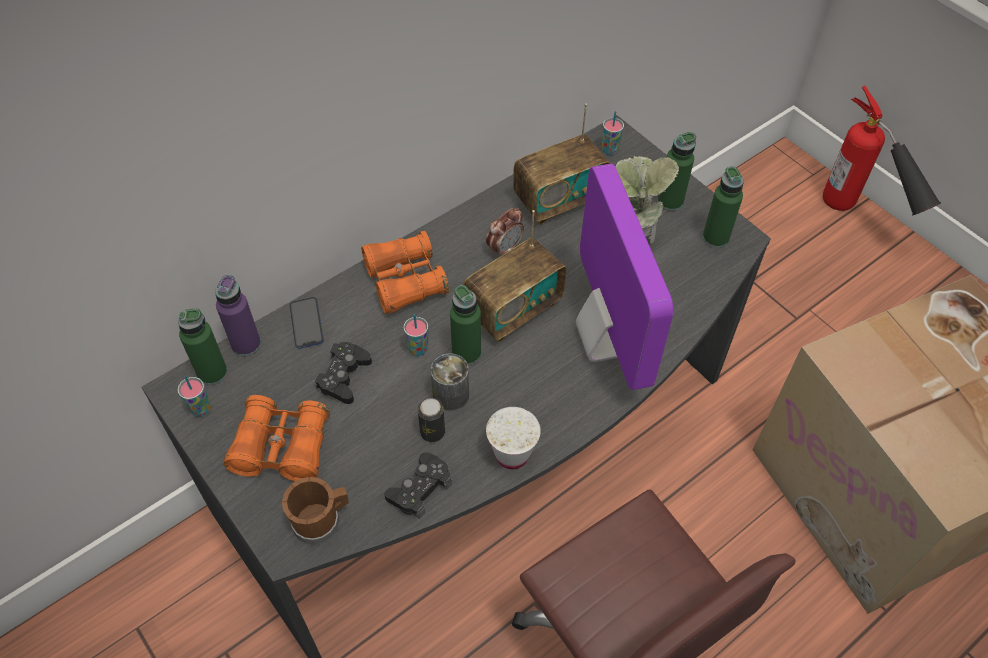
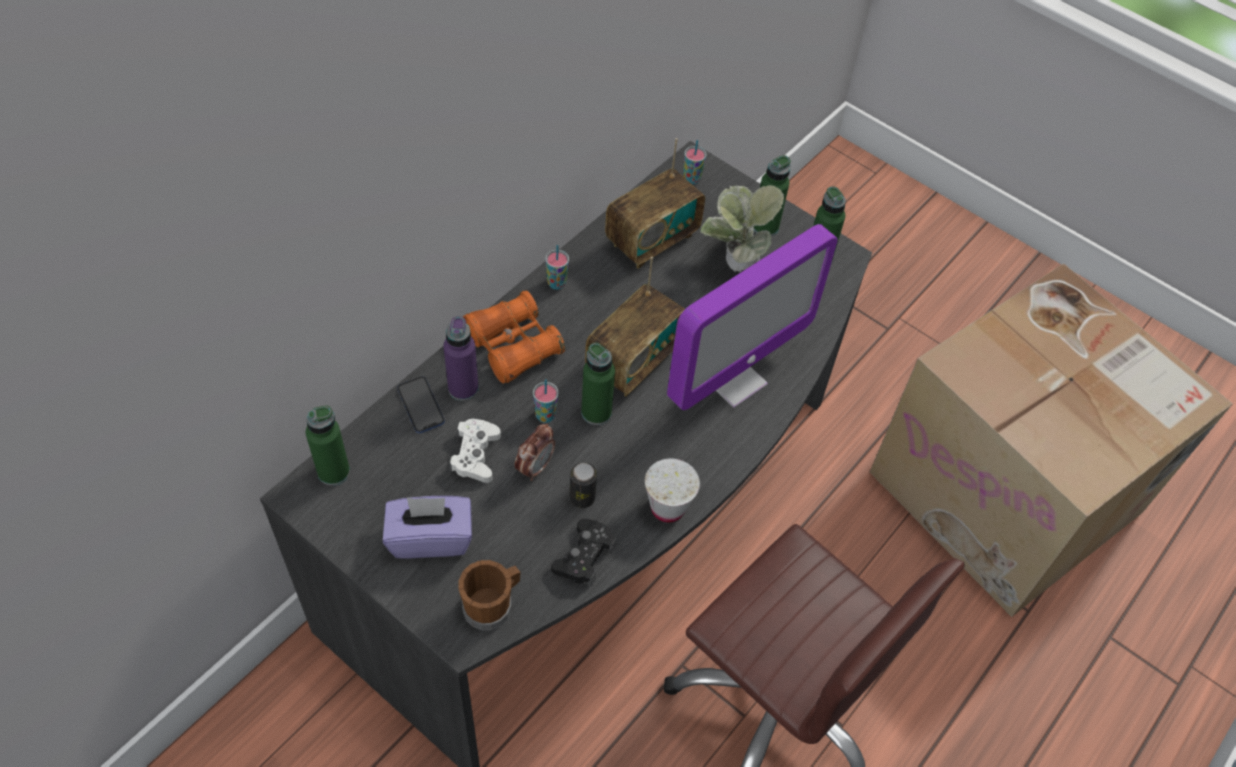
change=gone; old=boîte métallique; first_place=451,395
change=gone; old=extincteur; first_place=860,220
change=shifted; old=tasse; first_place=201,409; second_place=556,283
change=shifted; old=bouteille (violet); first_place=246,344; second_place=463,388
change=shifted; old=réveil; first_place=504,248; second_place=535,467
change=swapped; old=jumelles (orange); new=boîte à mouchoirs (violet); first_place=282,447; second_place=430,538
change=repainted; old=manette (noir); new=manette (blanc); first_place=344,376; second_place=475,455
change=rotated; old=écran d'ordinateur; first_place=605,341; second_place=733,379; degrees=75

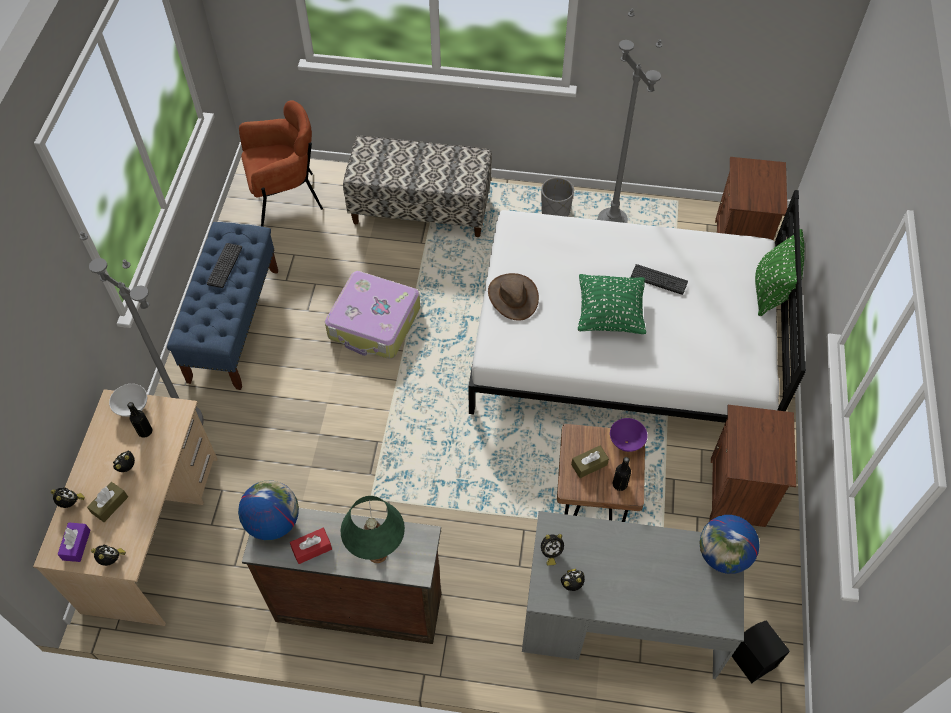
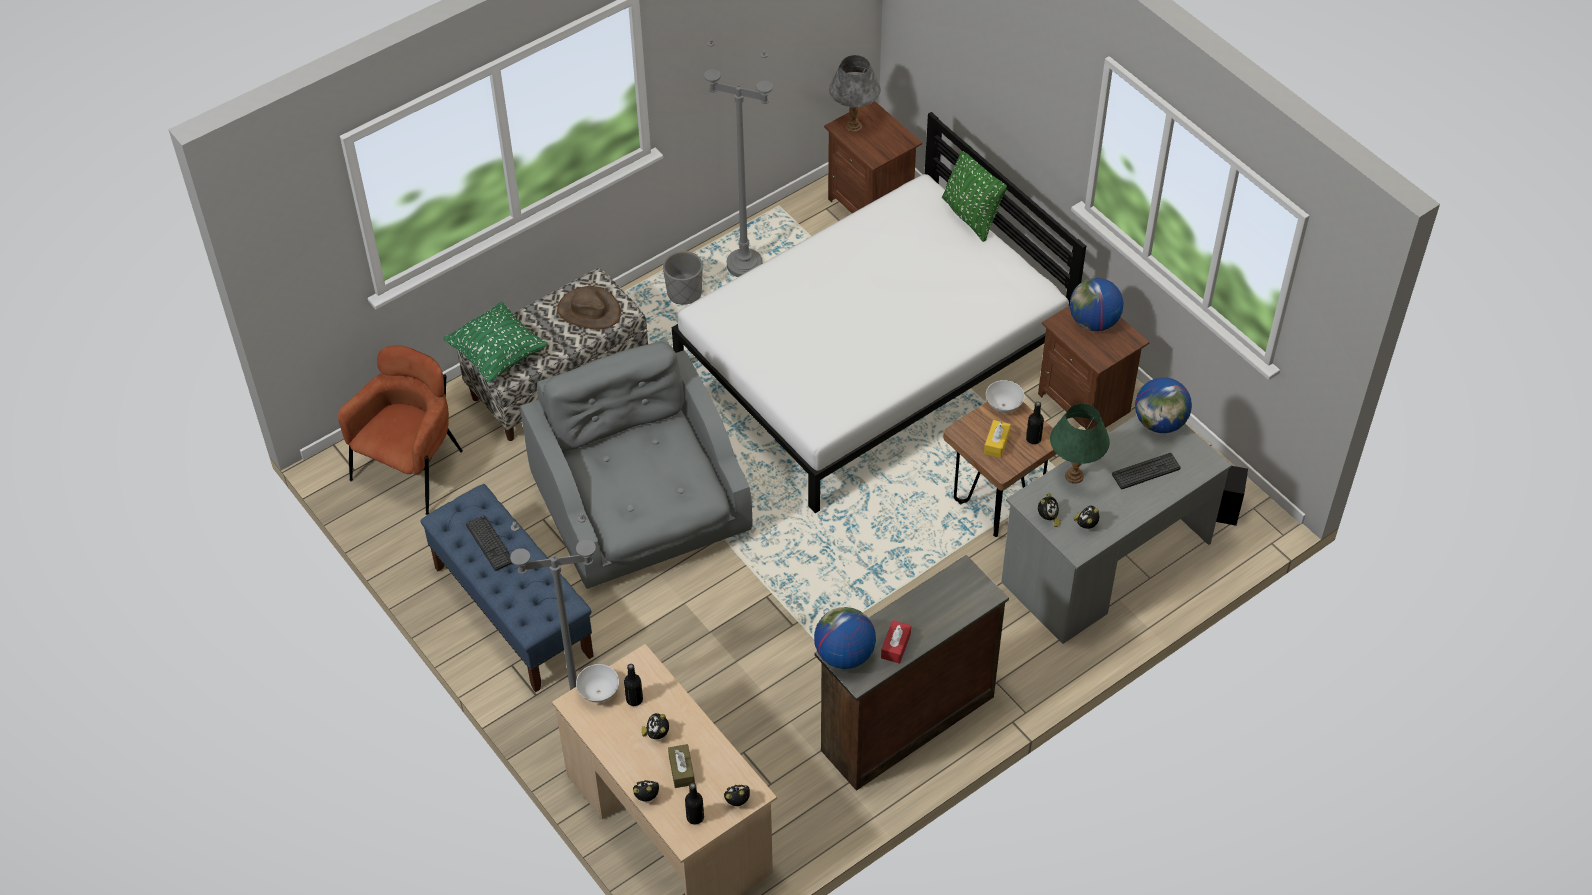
change=new; new=lampe de table (gris); second_place=853,126
change=new; new=globe; second_place=1093,322
change=shifted; old=lampe de table (vert); first_place=377,554; second_place=1074,476
change=shifted; old=chapeau (marron); first_place=513,297; second_place=588,311
change=shifted; old=coussin (vert); first_place=609,315; second_place=497,355
change=shifted; old=clavier; first_place=659,279; second_place=1146,471
change=swapped; old=boîte à mouchoirs (violet); new=bouteille (noir); first_place=76,545; second_place=695,817
change=swapped; old=valise; new=fauteuil (gris); first_place=374,323; second_place=642,508
change=repainted; old=boîte à mouchoirs (marron); new=boîte à mouchoirs (jaune); first_place=589,465; second_place=996,443
change=repainted; old=bol (violet); new=bol (blanc); first_place=626,443; second_place=1004,406

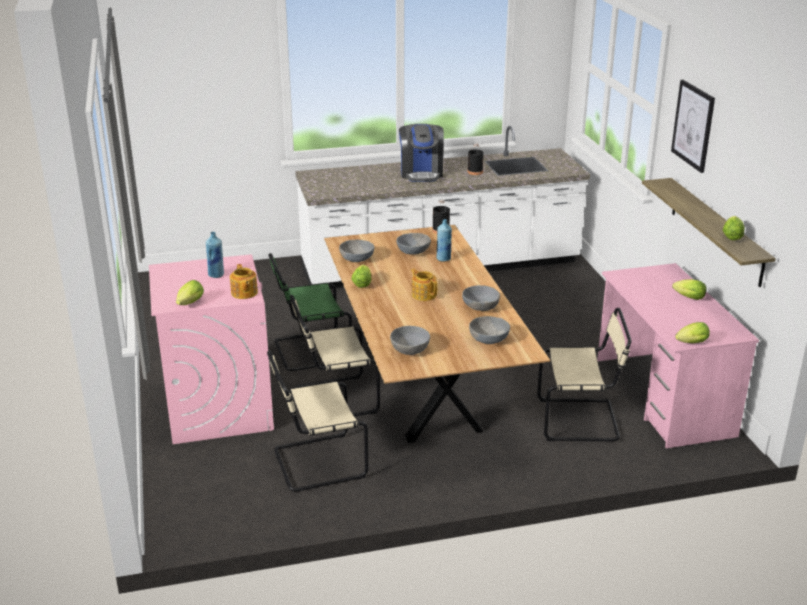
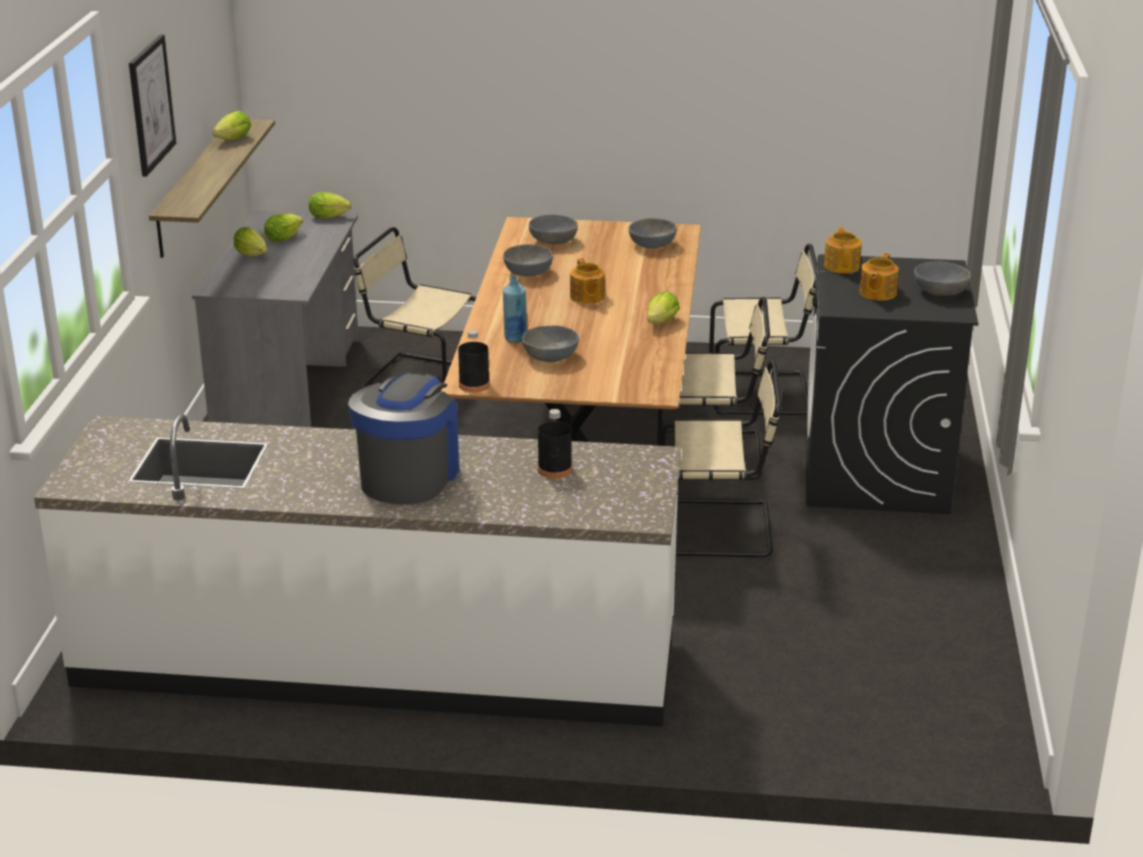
change=shifted; old=laitue; first_place=189,304; second_place=285,238
change=shifted; old=bol (gris); first_place=357,259; second_place=940,291
change=shifted; old=bouteille (noir); first_place=475,172; second_place=554,470
change=swapped; old=bouteille (bleu); new=théière; first_place=216,275; second_place=877,293
change=repainted; old=lave-linge (rose); new=lave-linge (noir); first_place=219,407; second_place=875,473
change=repainted; old=chaise (vert); new=chaise (beige); first_place=309,351; second_place=720,529
change=repainted; old=bureau (rose); new=bureau (gris); first_place=663,397; second_place=288,384

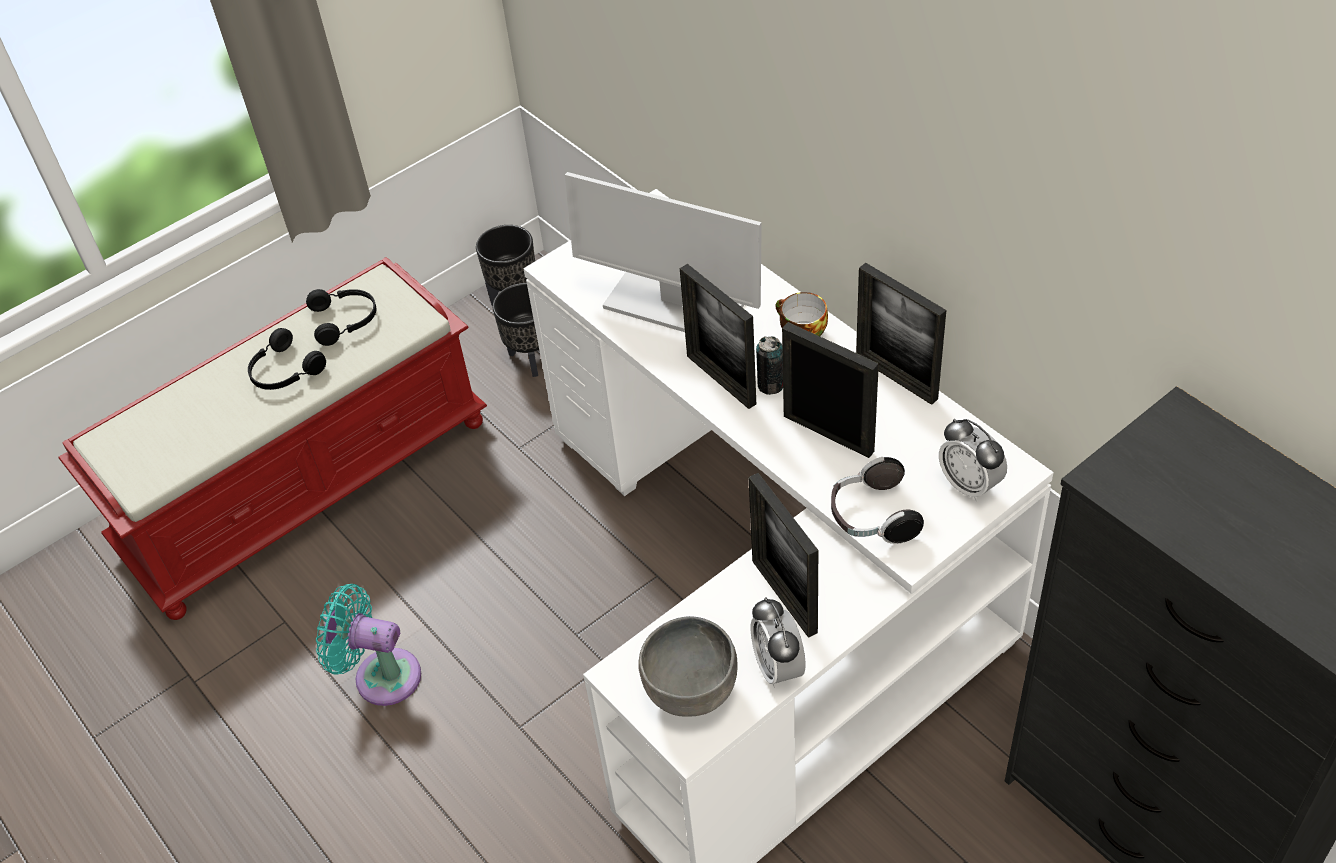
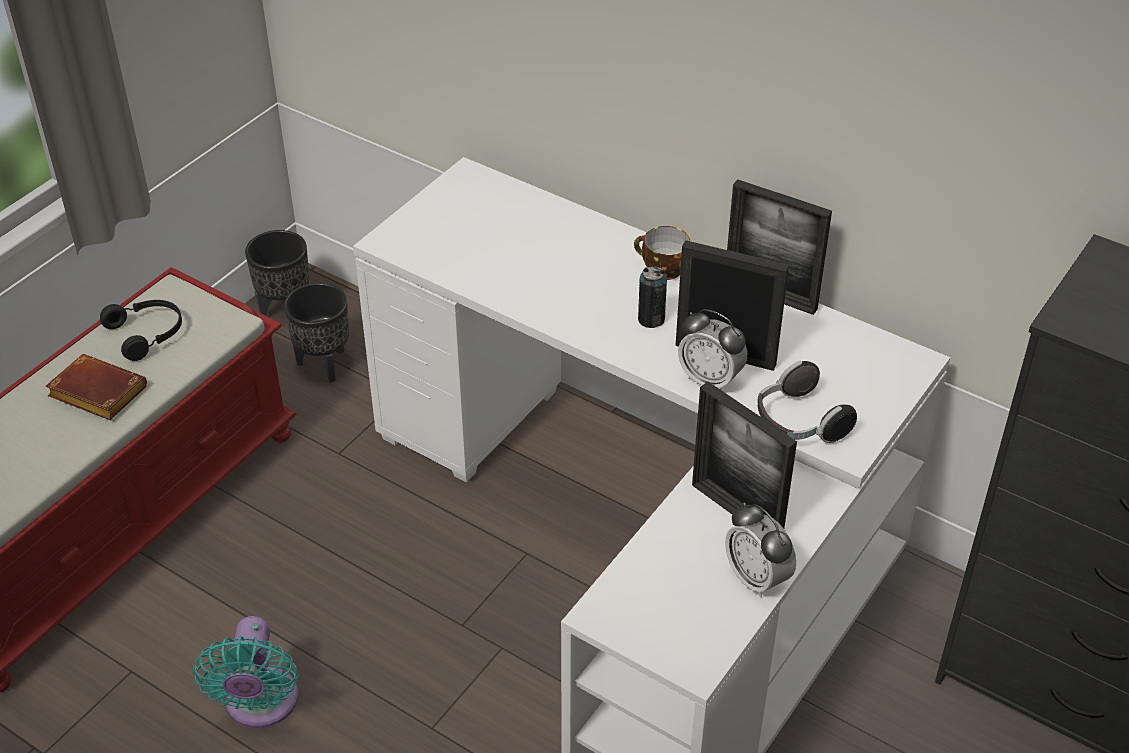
change=gone; old=écran d'ordinateur; first_place=673,305
change=gone; old=bol (gris); first_place=690,692
change=gone; old=cadre photo; first_place=721,380
change=shifted; old=réveil; first_place=969,484; second_place=710,380
change=swapped; old=casque audio (noir); new=livre (marron); first_place=284,372; second_place=95,394
change=rotated; old=ventilateur (turquoise); first_place=381,675; second_place=260,705; degrees=-90

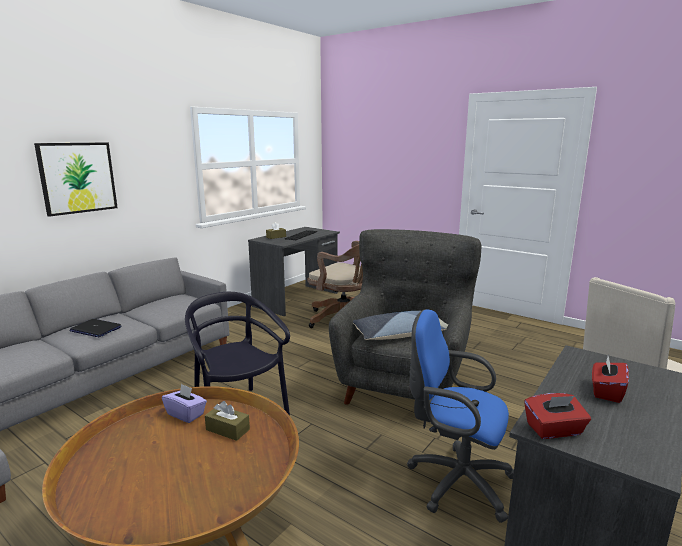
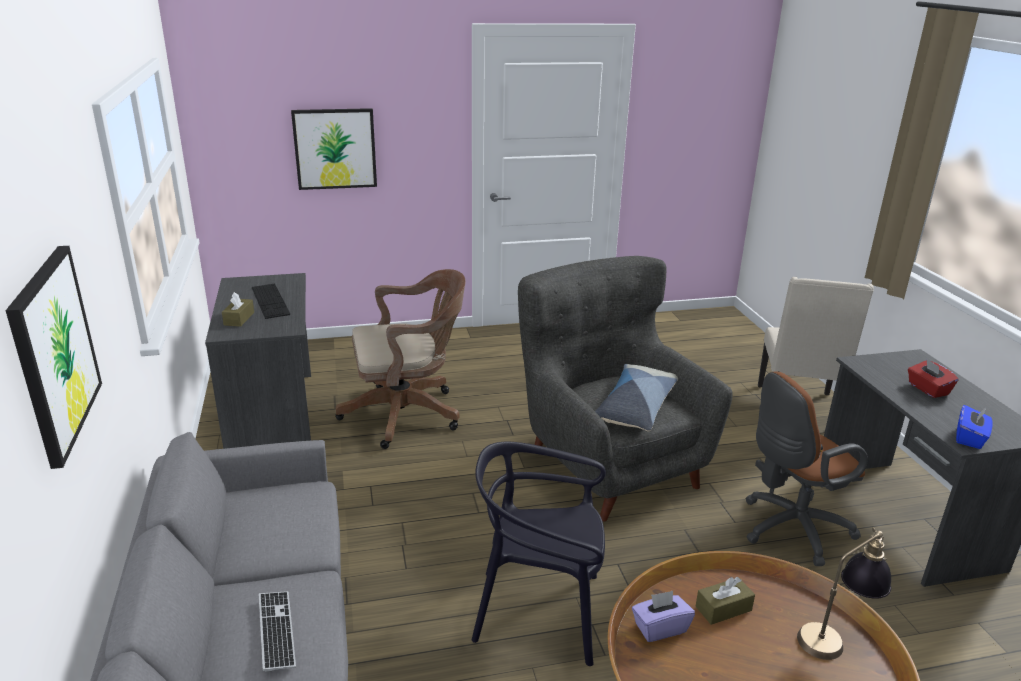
change=new; new=tableau; second_place=335,148
change=new; new=lampe de table; second_place=836,637
change=swapped; old=ordinateur portable; new=clavier; first_place=95,329; second_place=276,631
change=repainted; old=chaise de bureau (bleu); new=chaise de bureau (marron); first_place=454,480; second_place=790,529
change=repainted; old=boîte à mouchoirs (rouge); new=boîte à mouchoirs (bleu); first_place=554,430; second_place=970,438

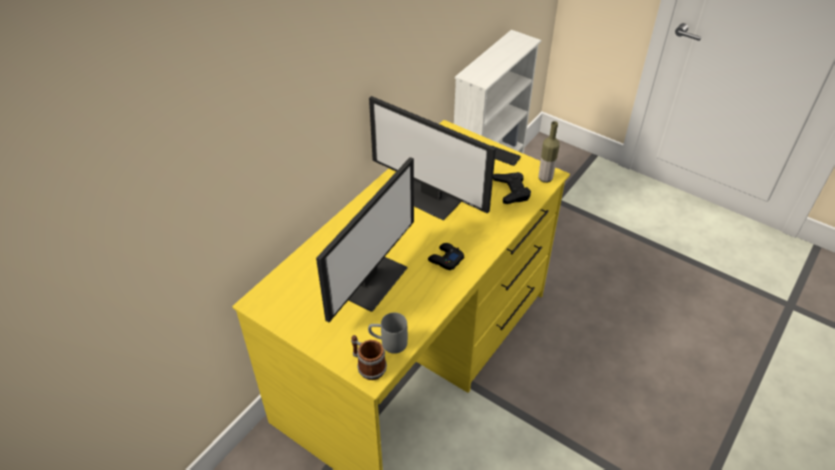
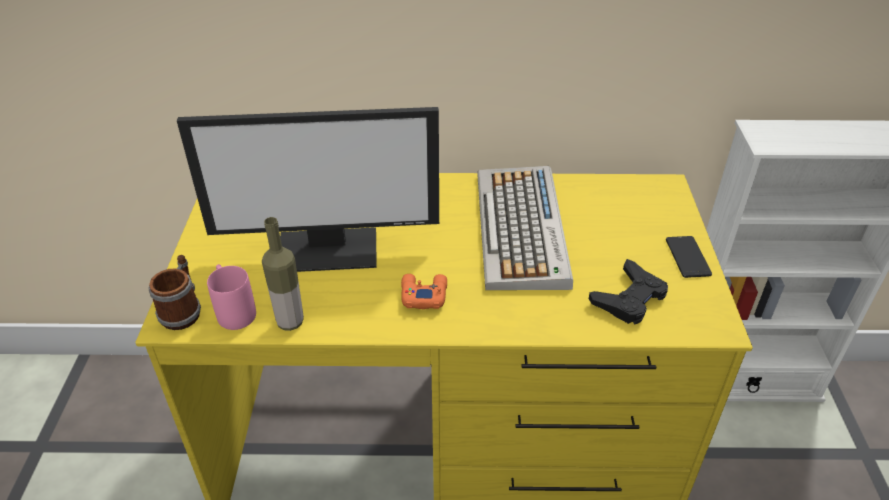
change=shifted; old=bouteille; first_place=545,178; second_place=290,322
change=swapped; old=écran d'ordinateur; new=clavier; first_place=430,197; second_place=522,229
change=repainted; old=mug (gris); new=mug (rose); first_place=388,343; second_place=234,310
change=repainted; old=manette (noir); new=manette (orange); first_place=445,259; second_place=423,295

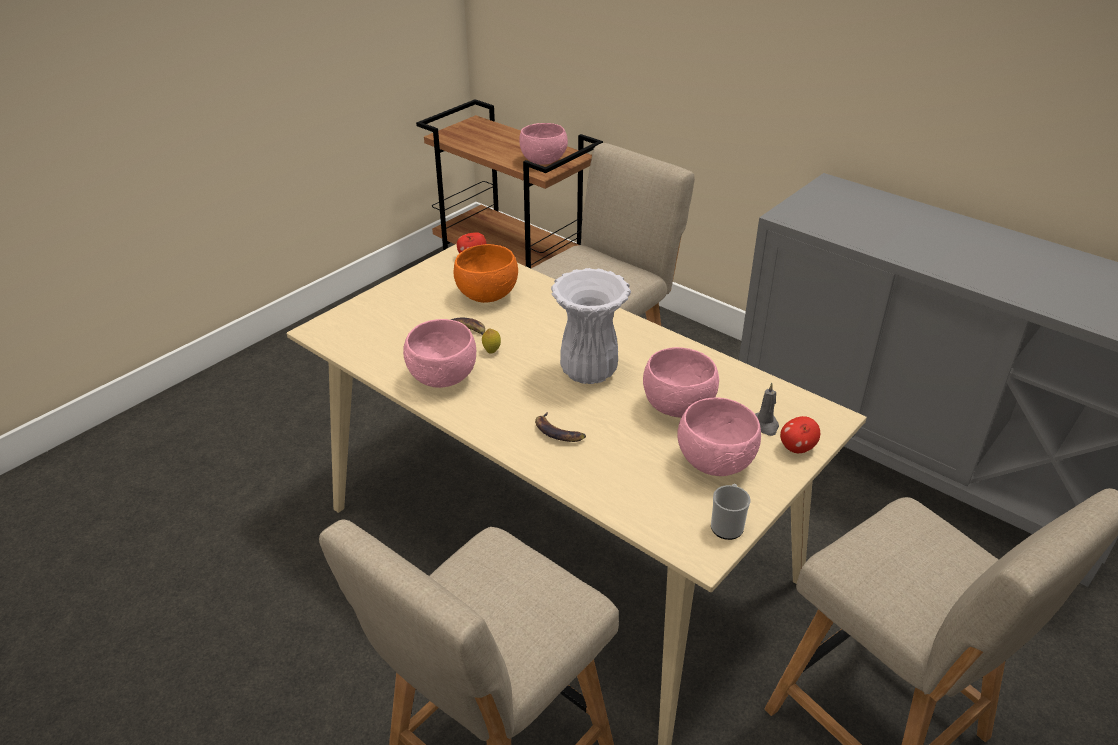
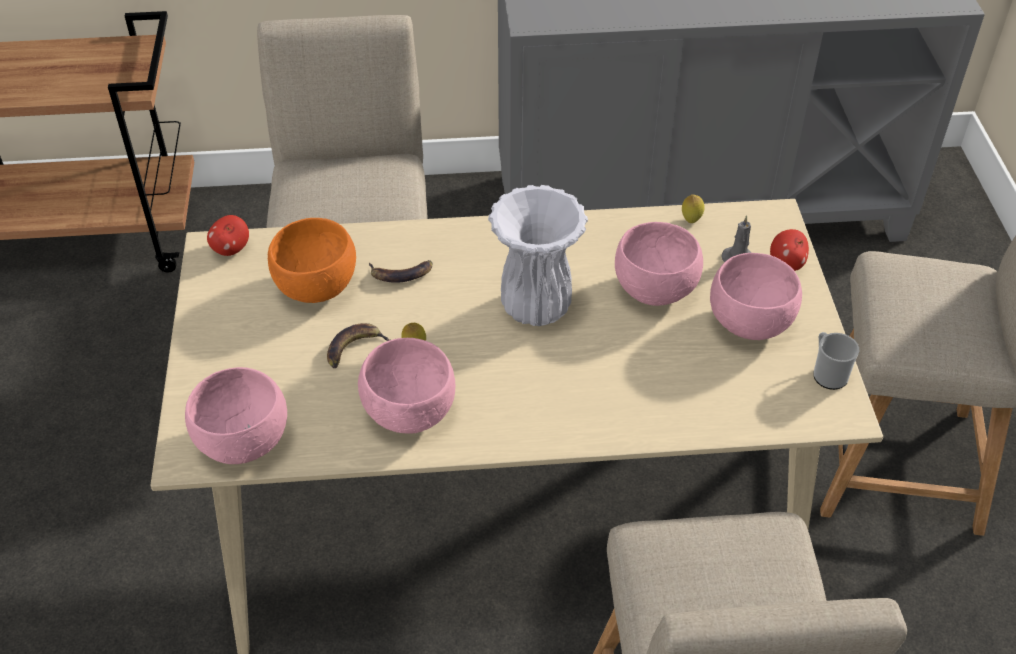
change=new; new=citron; second_place=691,220
change=shifted; old=bol (rose); first_place=544,161; second_place=243,441
change=shifted; old=banane; first_place=558,432; second_place=401,274

